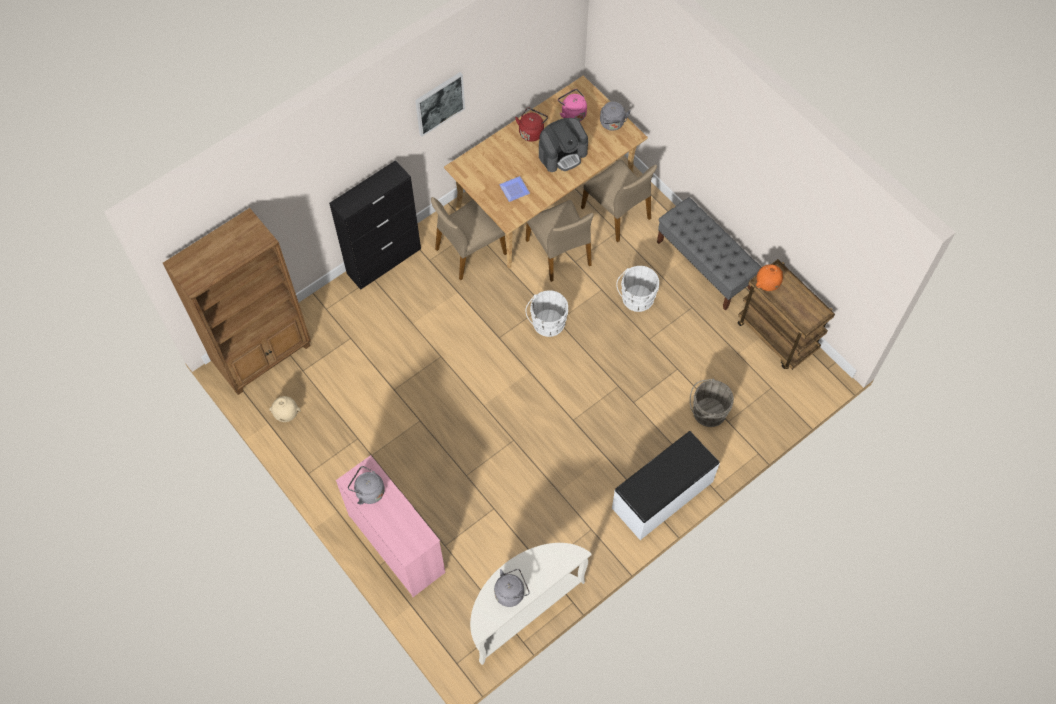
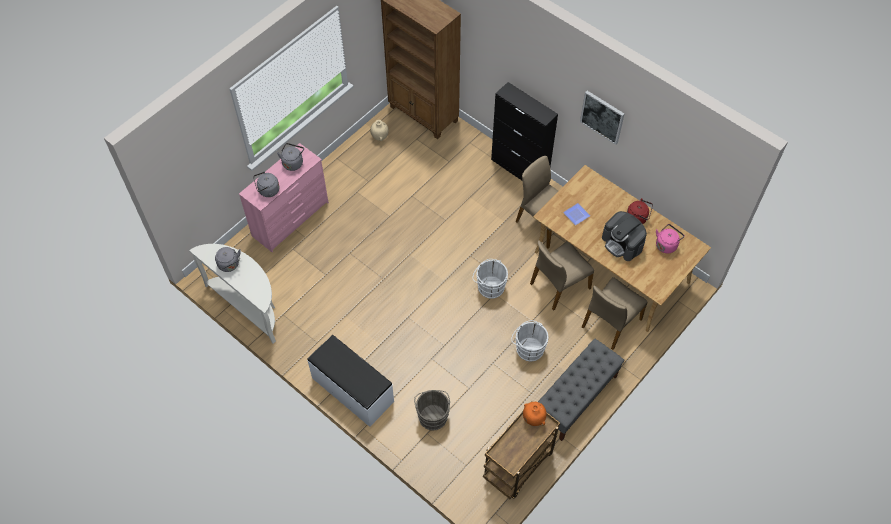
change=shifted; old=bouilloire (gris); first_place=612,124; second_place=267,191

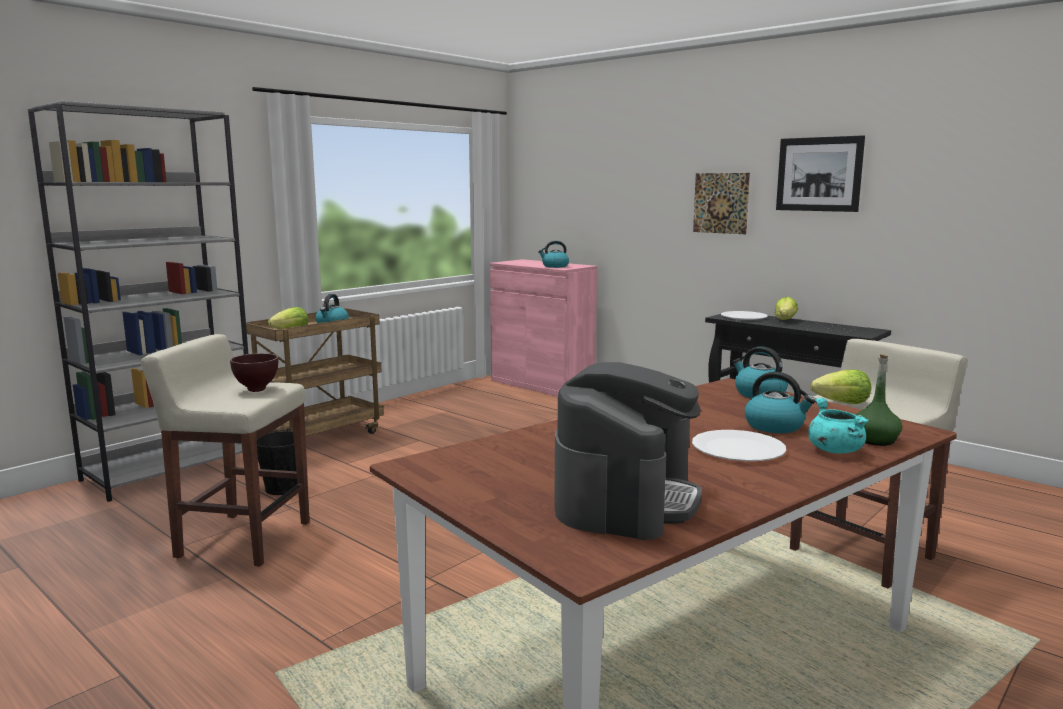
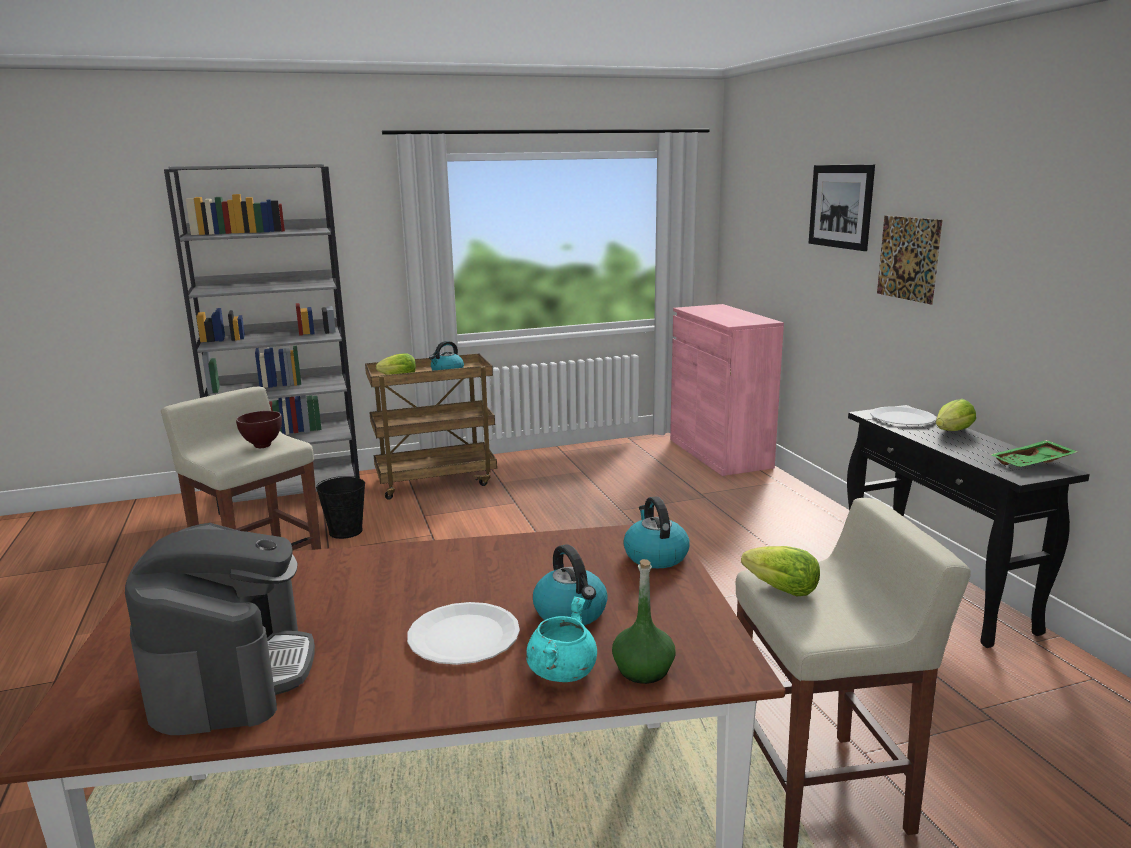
change=gone; old=bouilloire; first_place=554,266
change=new; new=plateau (vert); second_place=1033,463
change=shifted; old=tableau; first_place=819,174; second_place=840,206
change=rotated; old=machine à café; first_place=625,499; second_place=231,672; degrees=-60

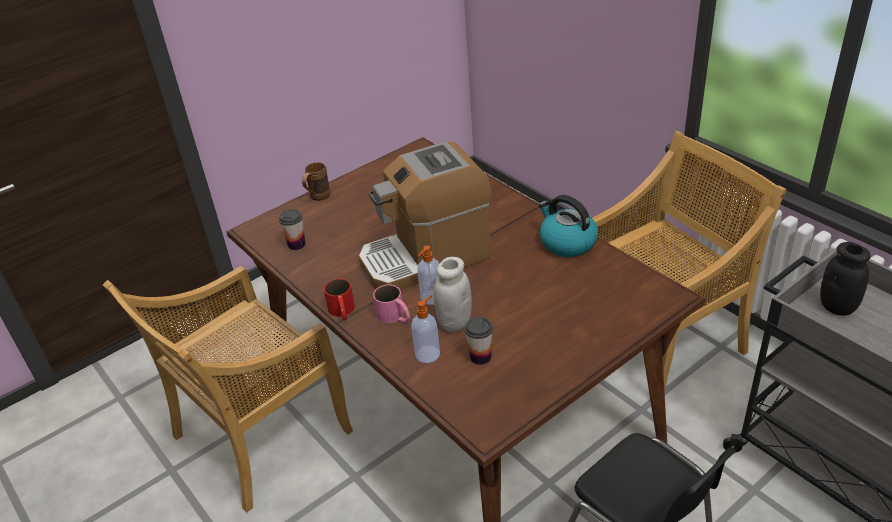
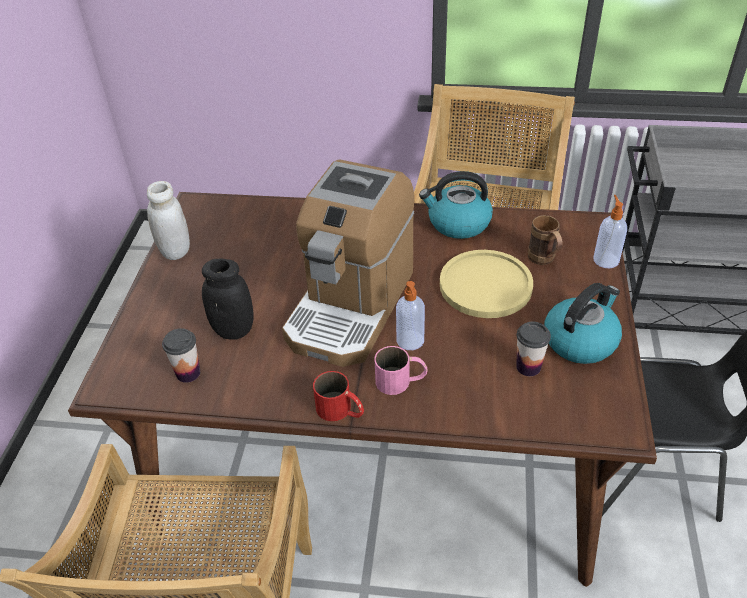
change=new; new=assiette (jaune); second_place=485,285
change=new; new=bouilloire; second_place=580,340
change=shifted; old=mug (marron); first_place=317,198; second_place=544,261
change=shifted; old=distributeur de savon; first_place=428,354; second_place=605,259
change=shifted; old=bocal (blanc); first_place=454,322; second_place=175,251
change=shifted; old=bocal (noir); first_place=837,307; second_place=233,330

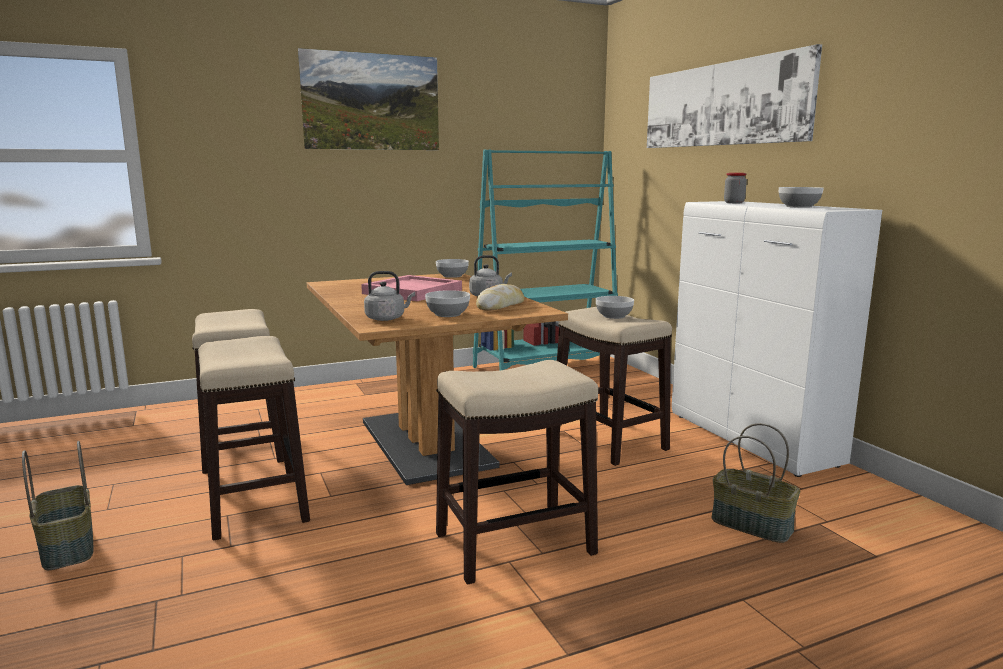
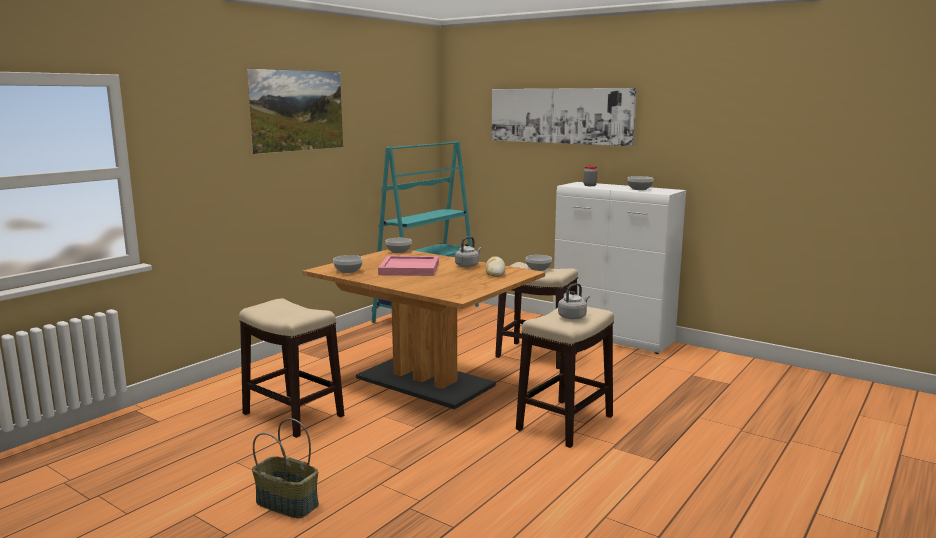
change=gone; old=tabouret; first_place=256,502
change=gone; old=panier; first_place=753,524
change=shifted; old=bouilloire (gris); first_place=387,318; second_place=573,317
change=shifted; old=bol; first_place=448,314; second_place=348,271

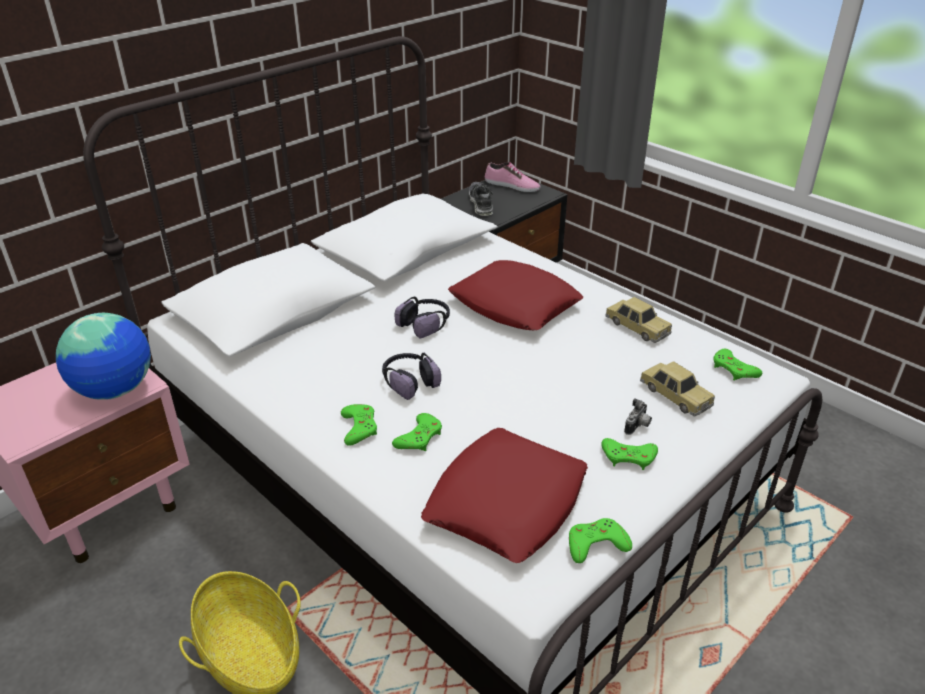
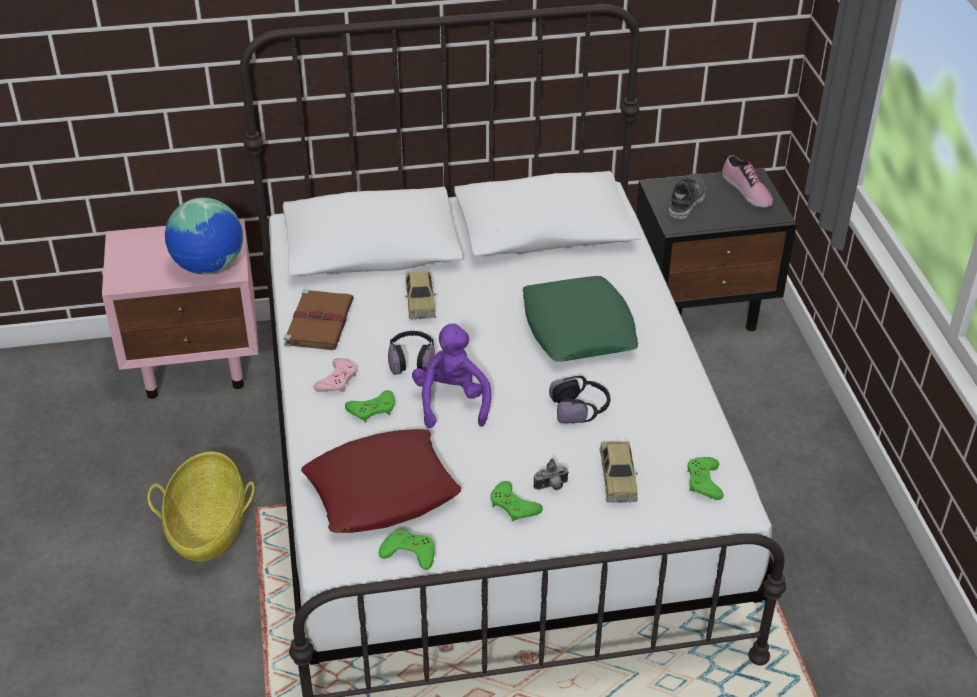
change=new; new=livre (marron); second_place=319,322
change=new; new=peluche (violet); second_place=452,402
change=shifted; old=casque audio; first_place=425,324; second_place=580,409
change=shifted; old=petite voiture; first_place=637,327; second_place=420,301
change=repainted; old=manette (vert); new=manette (rose); first_place=359,427; second_place=337,380
change=repainted; old=coussin (rouge); new=coussin (vert); first_place=514,304; second_place=578,328

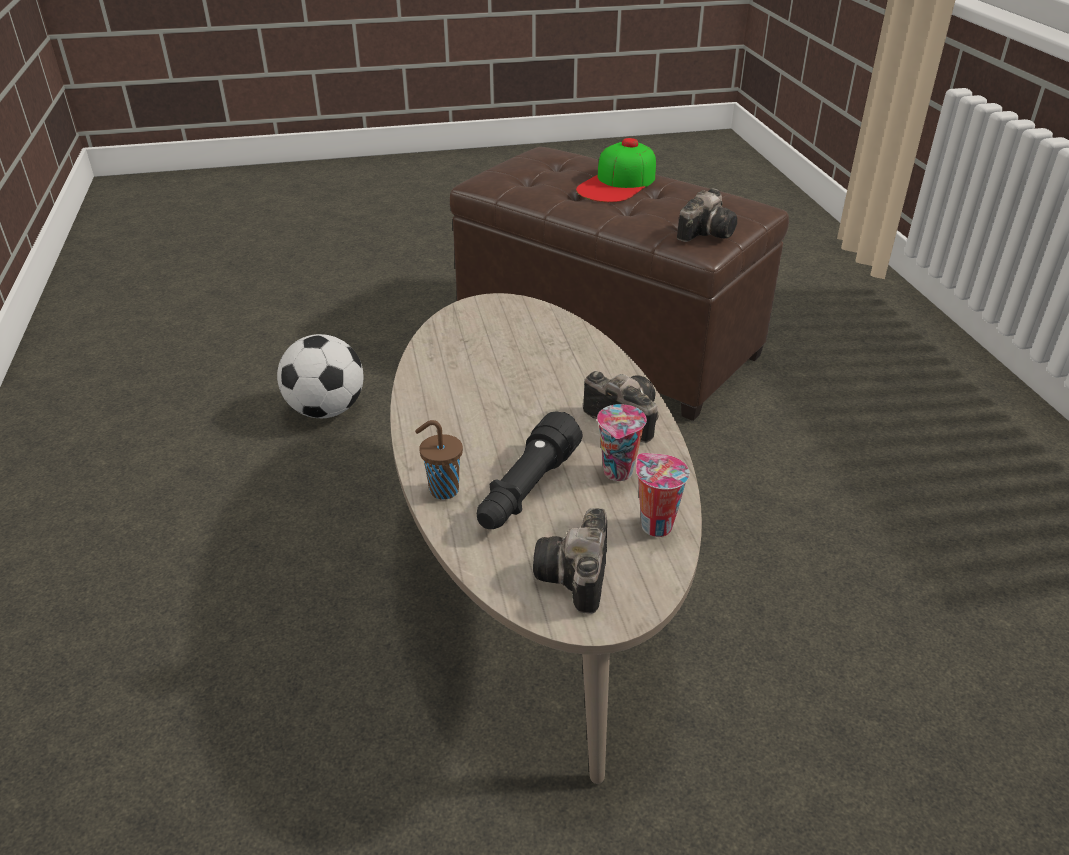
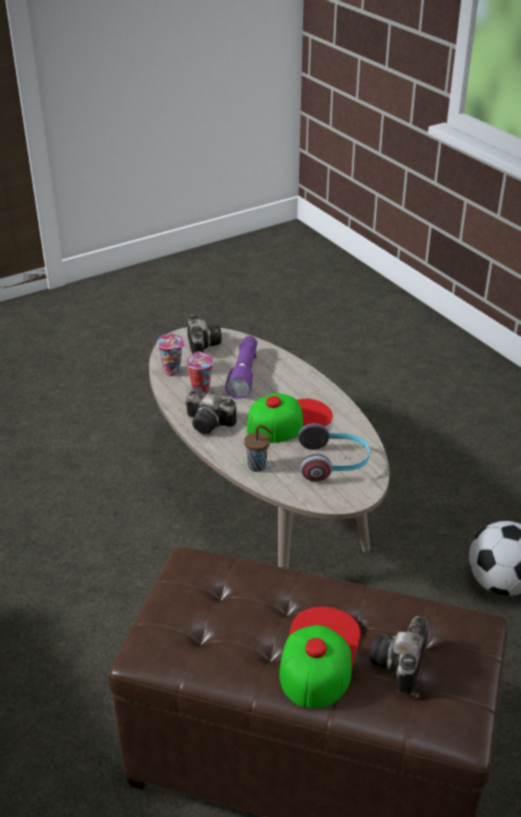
change=new; new=casquette; second_place=289,421
change=new; new=casque audio; second_place=333,464
change=shifted; old=tasse (marron); first_place=442,490; second_place=258,466
change=shifted; old=appareil photo; first_place=707,232; second_place=400,666
change=repainted; old=lampe de poche (noir); new=lampe de poche (violet); first_place=526,490; second_place=244,374

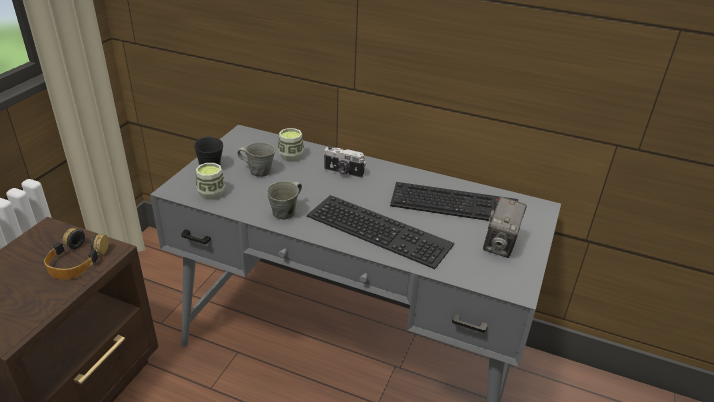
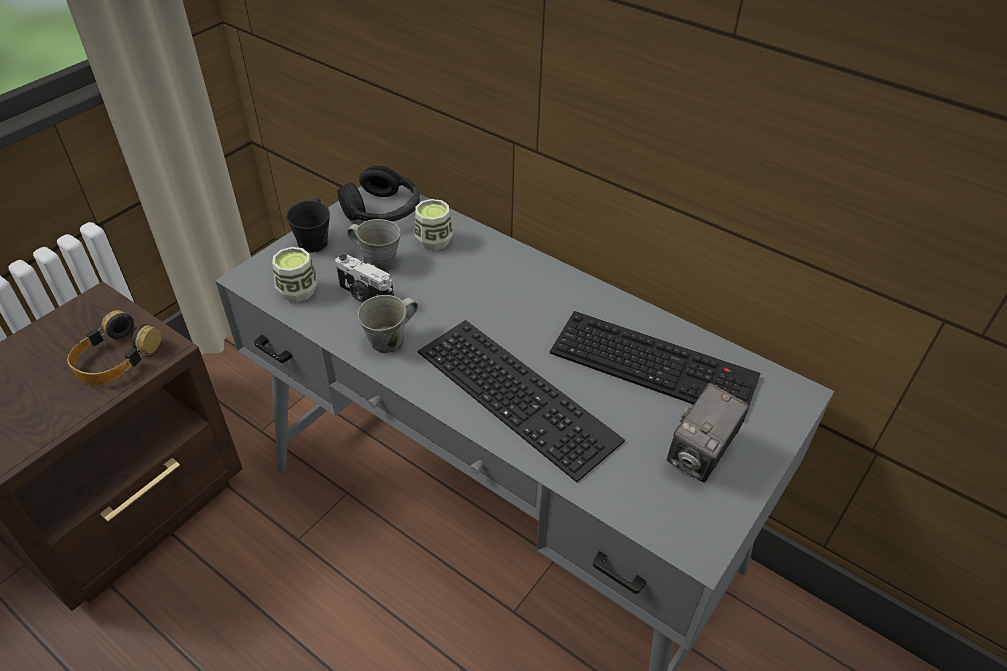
change=new; new=casque audio (noir); second_place=382,210
change=shifted; old=appareil photo; first_place=343,173; second_place=365,297

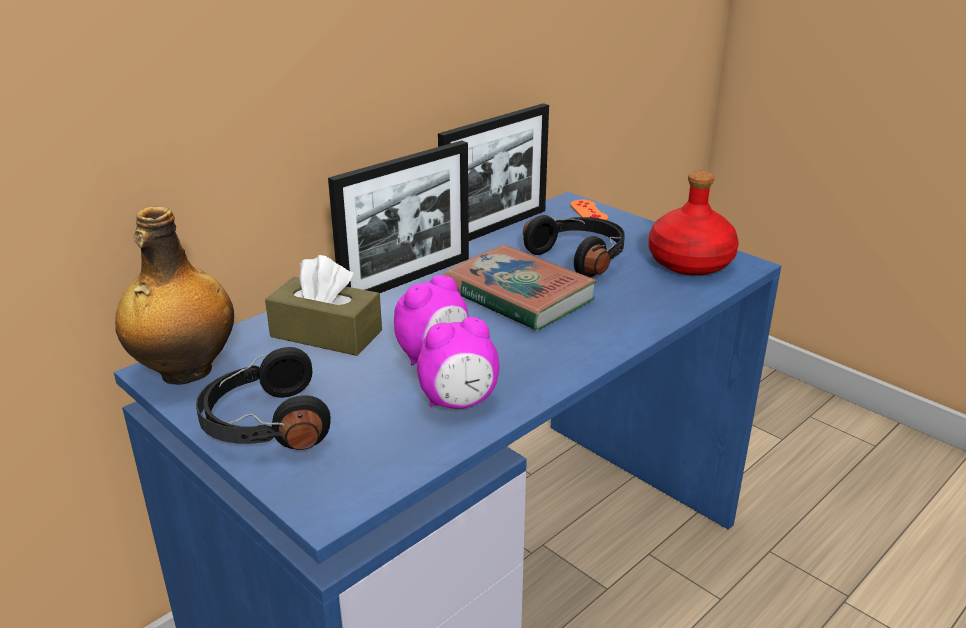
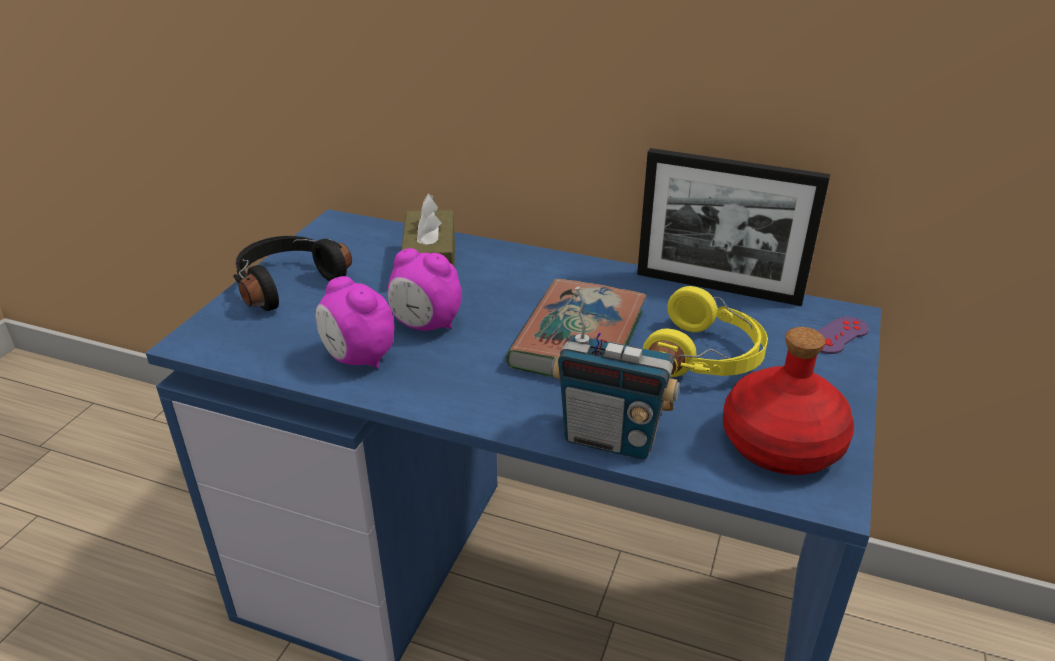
change=gone; old=bouteille; first_place=185,372
change=gone; old=cadre photo; first_place=407,280
change=new; new=radio; second_place=610,438
change=repainted; old=casque audio (noir); new=casque audio (jaune); first_place=580,257; second_place=706,357
change=repainted; old=manette (orange); new=manette (violet); first_place=588,212; second_place=838,335

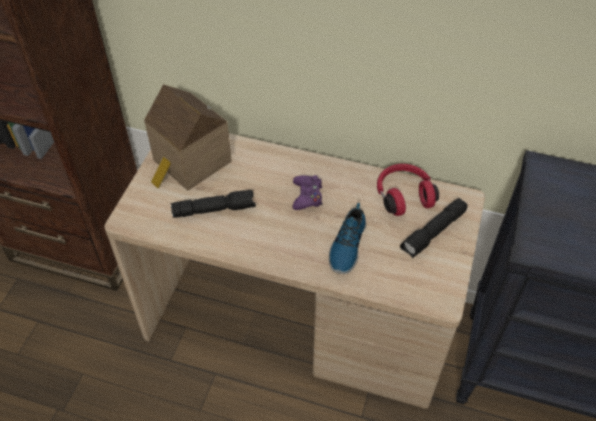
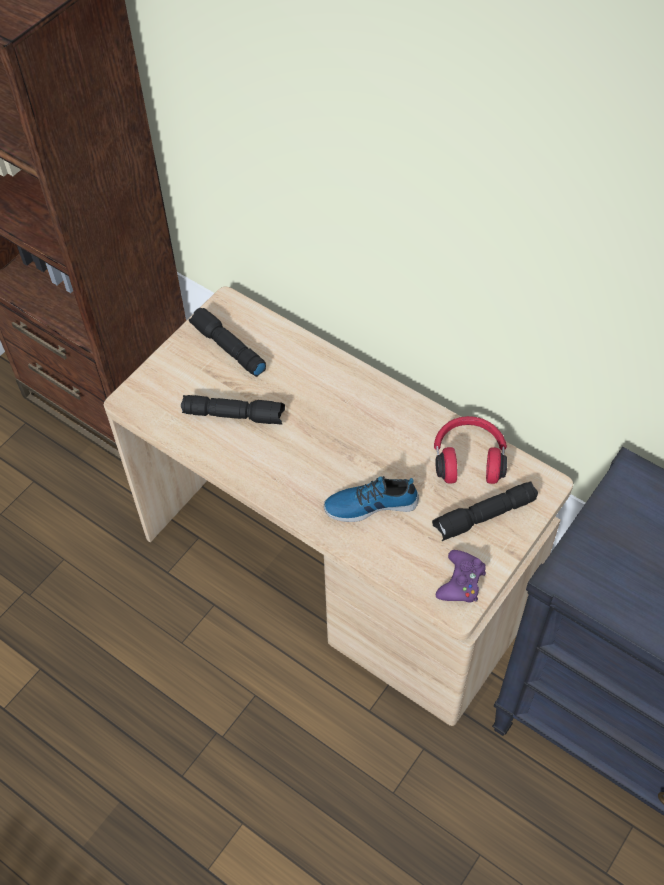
change=shifted; old=manette (violet); first_place=307,196; second_place=461,582
change=swapped; old=maison miniature; new=lampe de poche (noir); first_place=190,163; second_place=227,348
change=rotated; old=chaussure; first_place=346,246; second_place=371,503; degrees=45

